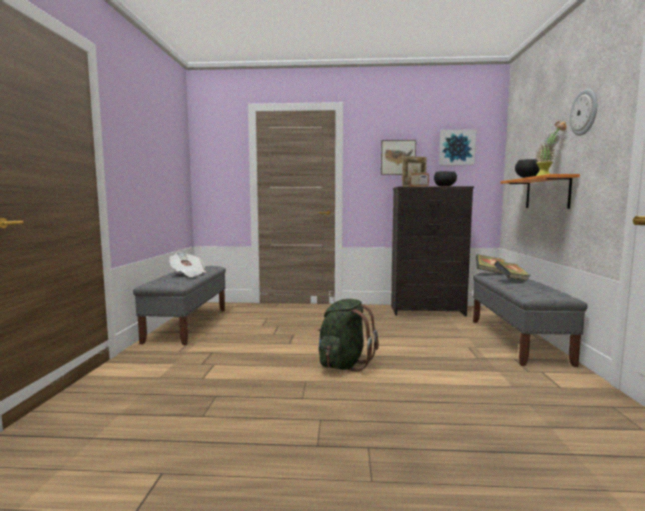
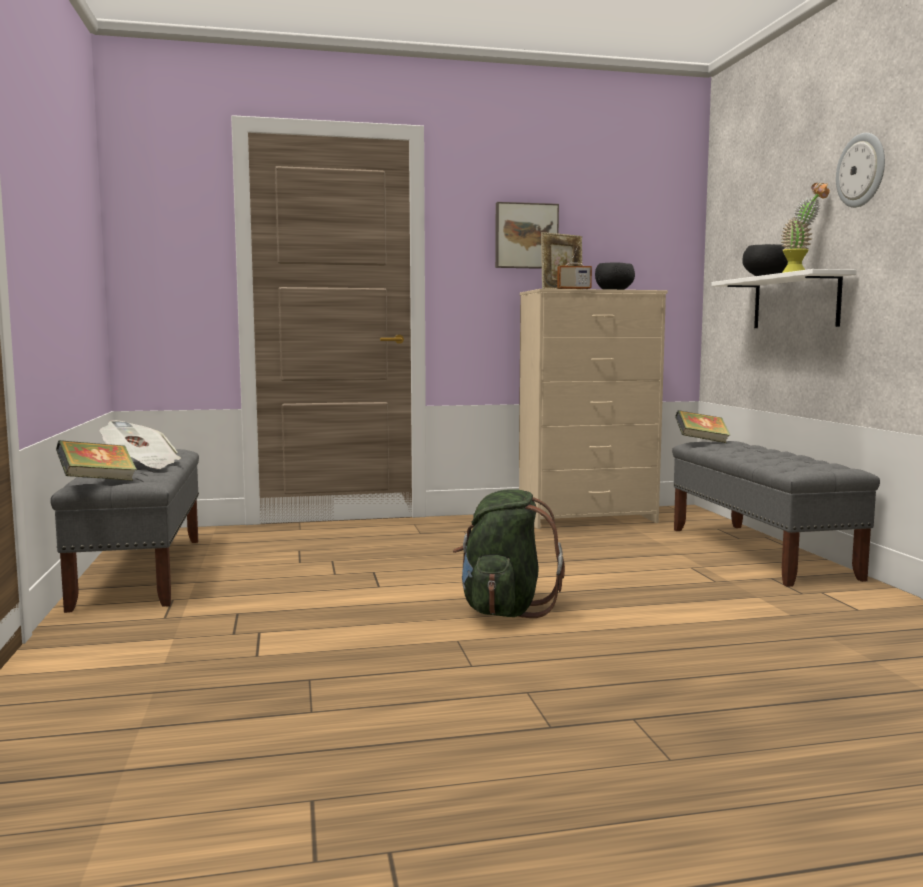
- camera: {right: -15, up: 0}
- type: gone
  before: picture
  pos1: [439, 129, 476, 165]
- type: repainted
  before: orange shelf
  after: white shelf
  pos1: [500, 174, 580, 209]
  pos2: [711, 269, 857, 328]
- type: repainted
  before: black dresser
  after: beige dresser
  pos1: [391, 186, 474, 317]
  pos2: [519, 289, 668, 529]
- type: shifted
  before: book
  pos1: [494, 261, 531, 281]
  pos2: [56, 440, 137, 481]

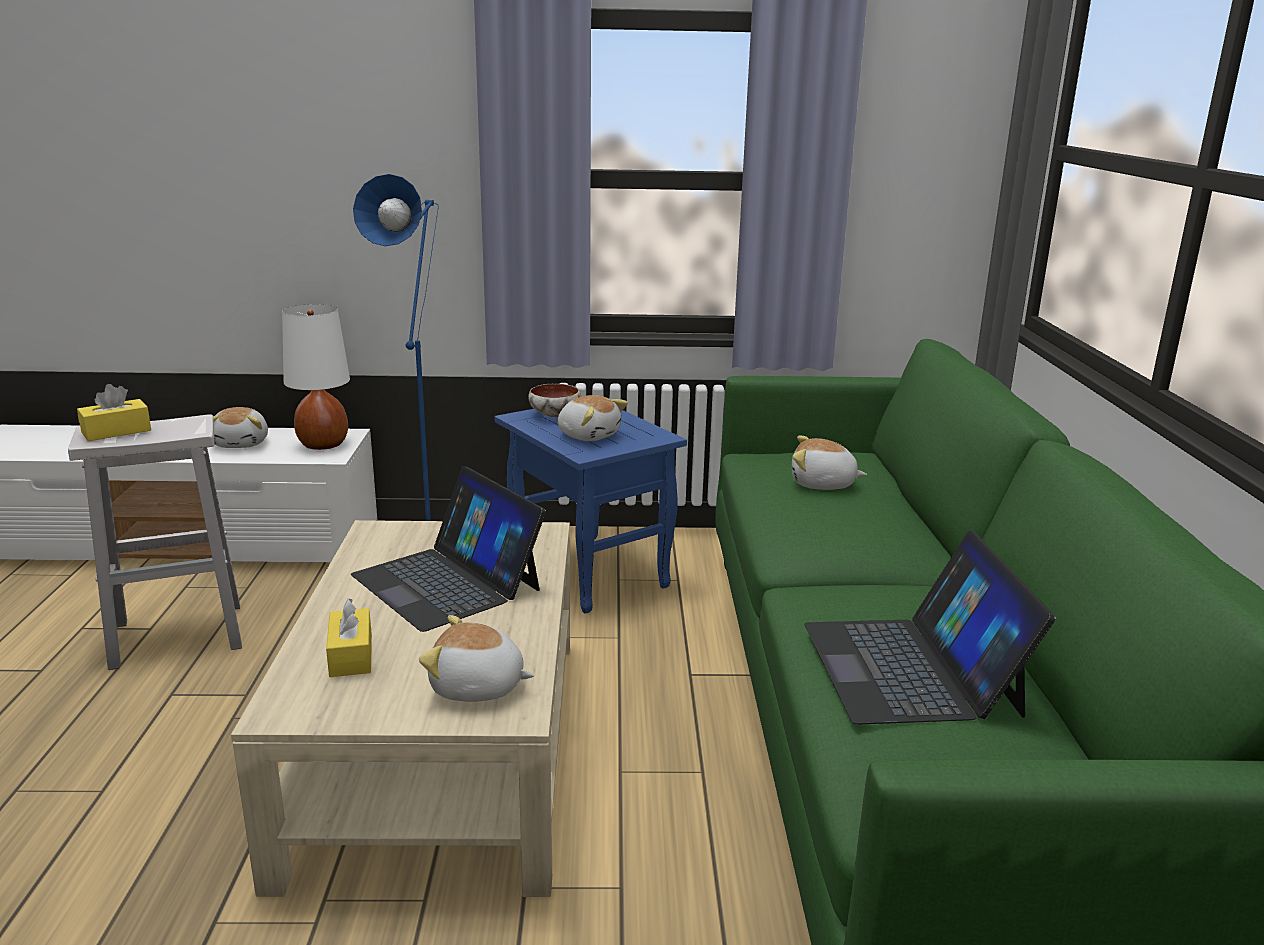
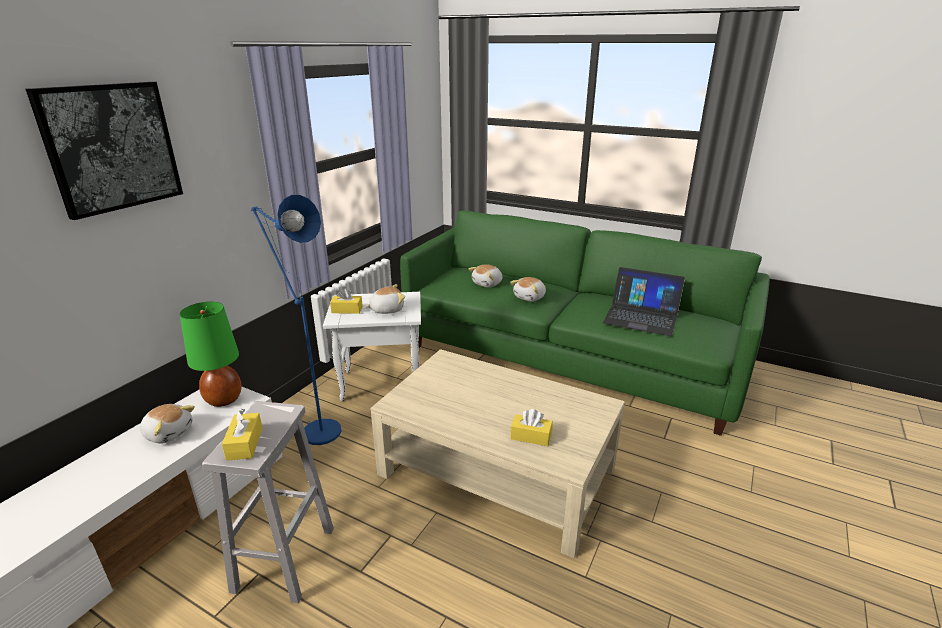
- camera: {right: -60, up: 5}
- type: repainted
  before: white table lamp
  after: green table lamp
  pos1: [282, 304, 350, 450]
  pos2: [180, 302, 242, 407]
- type: swapped
  before: bowl
  after: yellow tissue box
  pos1: [528, 384, 582, 417]
  pos2: [330, 288, 363, 314]
- type: repainted
  before: blue side table
  after: white side table
  pos1: [494, 409, 687, 613]
  pos2: [323, 292, 421, 401]
- type: gone
  before: laptop
  pos1: [351, 466, 546, 632]
- type: shifted
  before: plush toy
  pos1: [419, 615, 534, 702]
  pos2: [510, 277, 546, 302]
- type: new
  after: picture
  pos2: [25, 82, 183, 220]

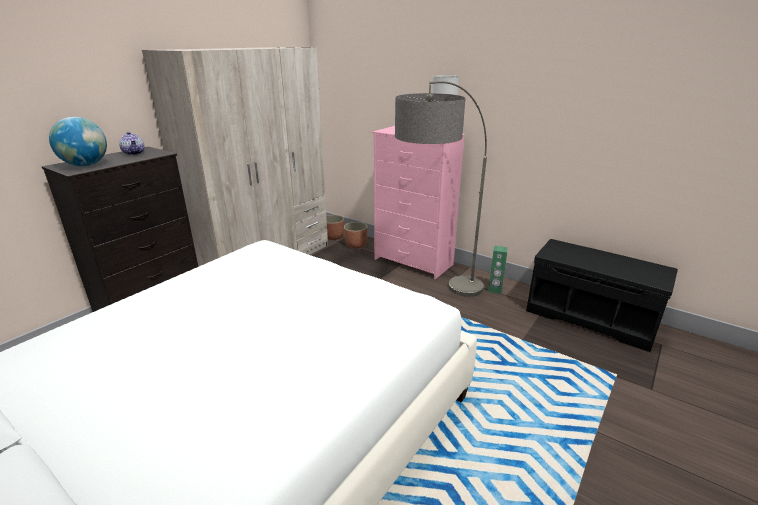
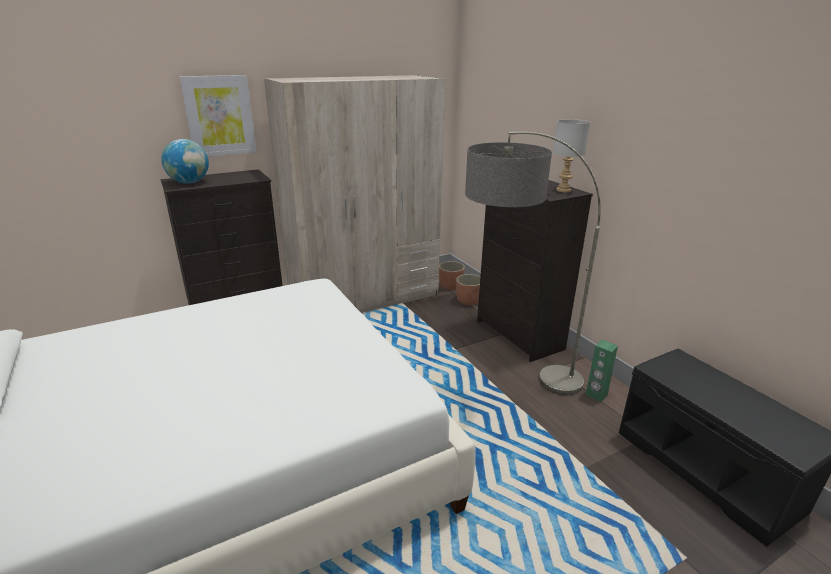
- camera: {right: 25, up: 0}
- type: repainted
  before: pink dresser
  after: black dresser
  pos1: [373, 126, 465, 279]
  pos2: [477, 180, 593, 362]
- type: gone
  before: teapot
  pos1: [119, 132, 145, 155]
- type: new
  after: picture
  pos2: [179, 75, 256, 157]

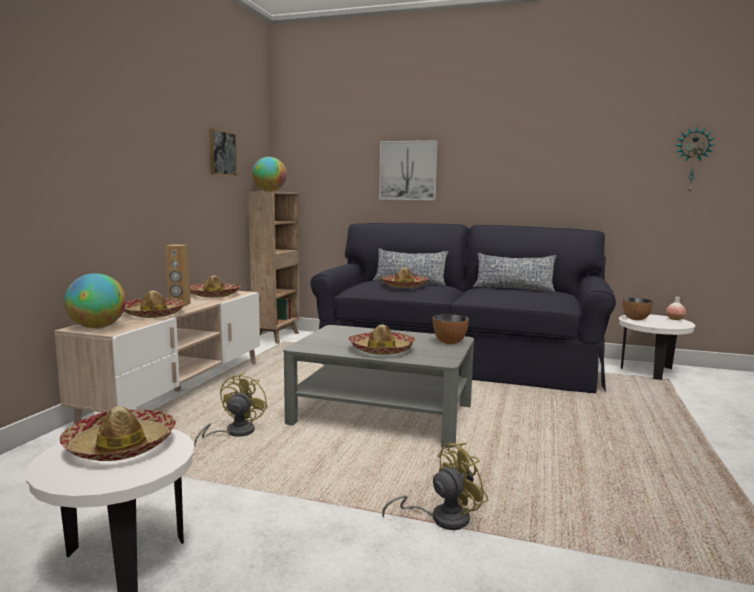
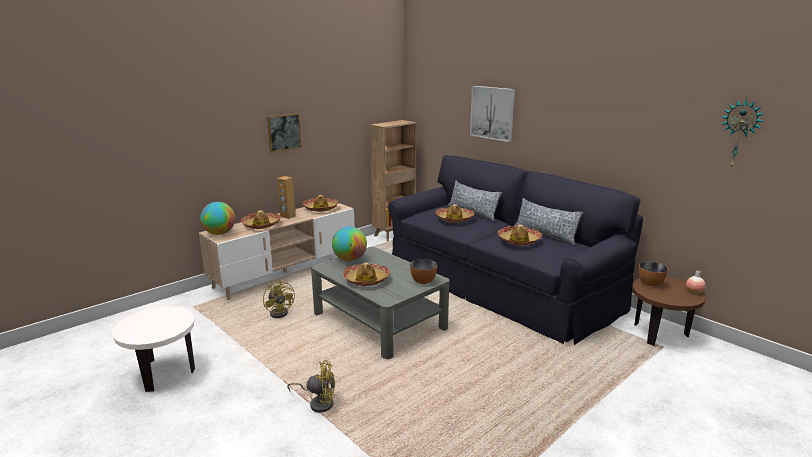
- camera: {right: 30, up: 10}
- type: shifted
  before: picture
  pos1: [209, 128, 238, 176]
  pos2: [267, 113, 302, 153]
- type: shifted
  before: globe
  pos1: [252, 157, 287, 191]
  pos2: [332, 226, 367, 261]
- type: repainted
  before: white side table
  after: brown side table
  pos1: [619, 314, 695, 380]
  pos2: [633, 277, 706, 346]
- type: rotated
  before: yellow fan
  pos1: [194, 373, 268, 446]
  pos2: [263, 280, 295, 318]
  turn: 105
- type: shifted
  before: hat
  pos1: [59, 406, 176, 461]
  pos2: [498, 224, 542, 246]

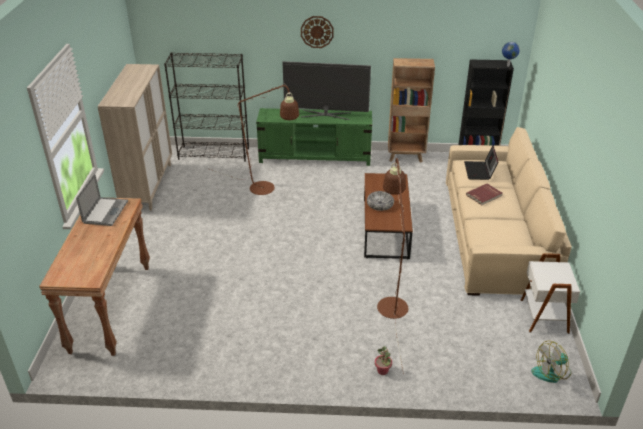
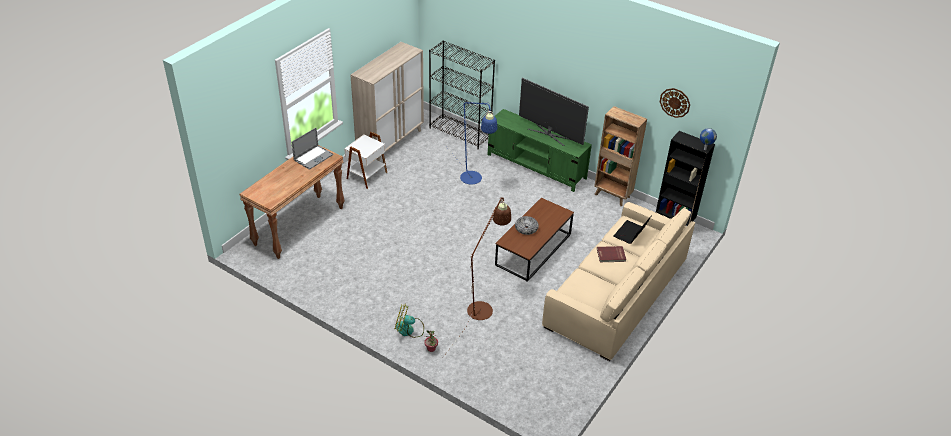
- camera: {right: 30, up: 5}
- type: shifted
  before: wall clock
  pos1: [301, 16, 334, 48]
  pos2: [660, 88, 690, 118]
- type: repainted
  before: brown floor lamp
  after: blue floor lamp
  pos1: [210, 84, 299, 195]
  pos2: [445, 102, 497, 184]
- type: shifted
  before: white side table
  pos1: [521, 253, 580, 334]
  pos2: [344, 132, 387, 189]
- type: shifted
  before: fan
  pos1: [531, 341, 571, 383]
  pos2: [394, 303, 424, 338]

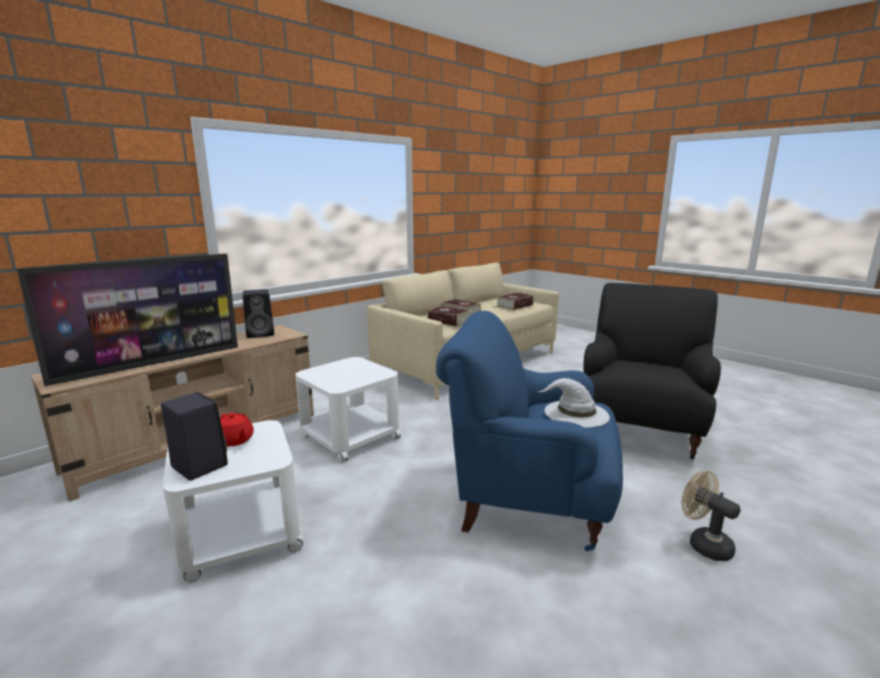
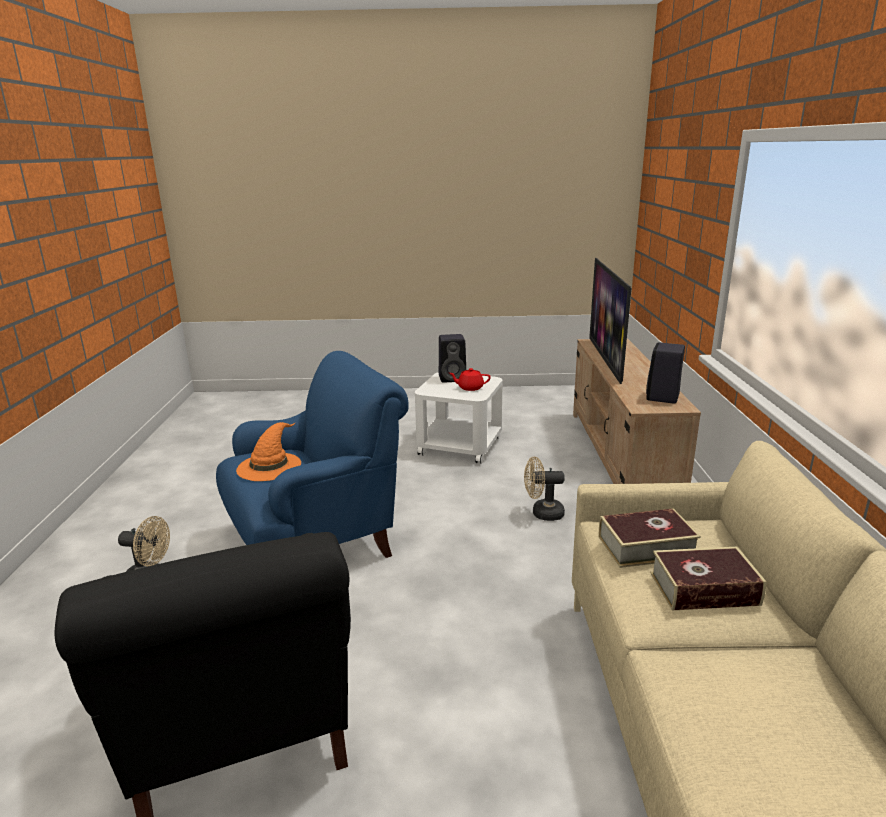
- camera: {right: 135, up: 5}
- type: gone
  before: book
  pos1: [496, 292, 534, 310]
- type: swapped
  before: white side table
  after: beige fan
  pos1: [295, 357, 401, 462]
  pos2: [524, 457, 565, 521]
- type: repainted
  before: white hat
  after: orange hat
  pos1: [538, 378, 610, 428]
  pos2: [236, 422, 301, 481]

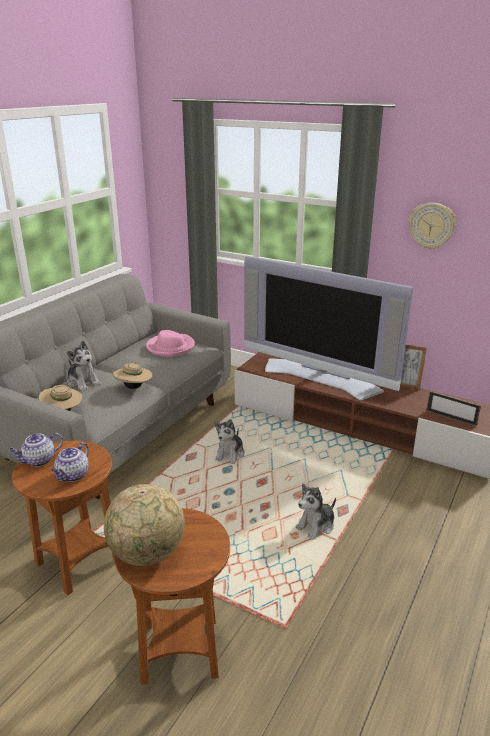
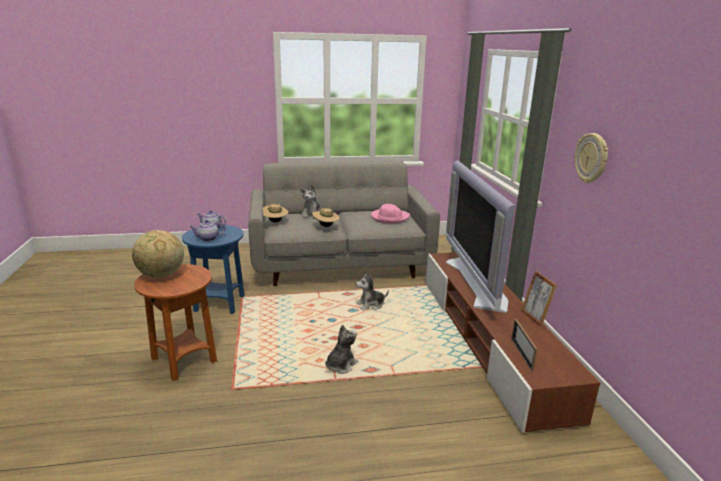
- camera: {right: 50, up: -5}
- type: repainted
  before: brown side table
  after: blue side table
  pos1: [12, 441, 114, 595]
  pos2: [182, 225, 245, 314]
- type: rotated
  before: plush toy
  pos1: [295, 483, 336, 540]
  pos2: [325, 324, 359, 374]
  turn: 120

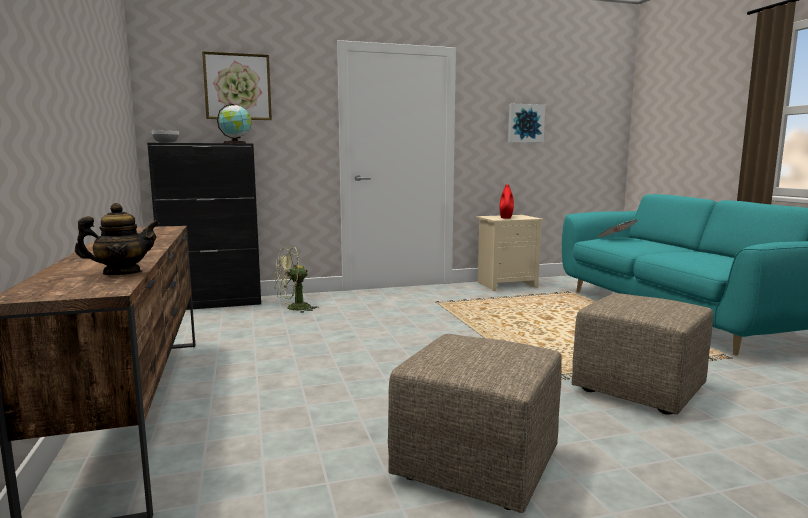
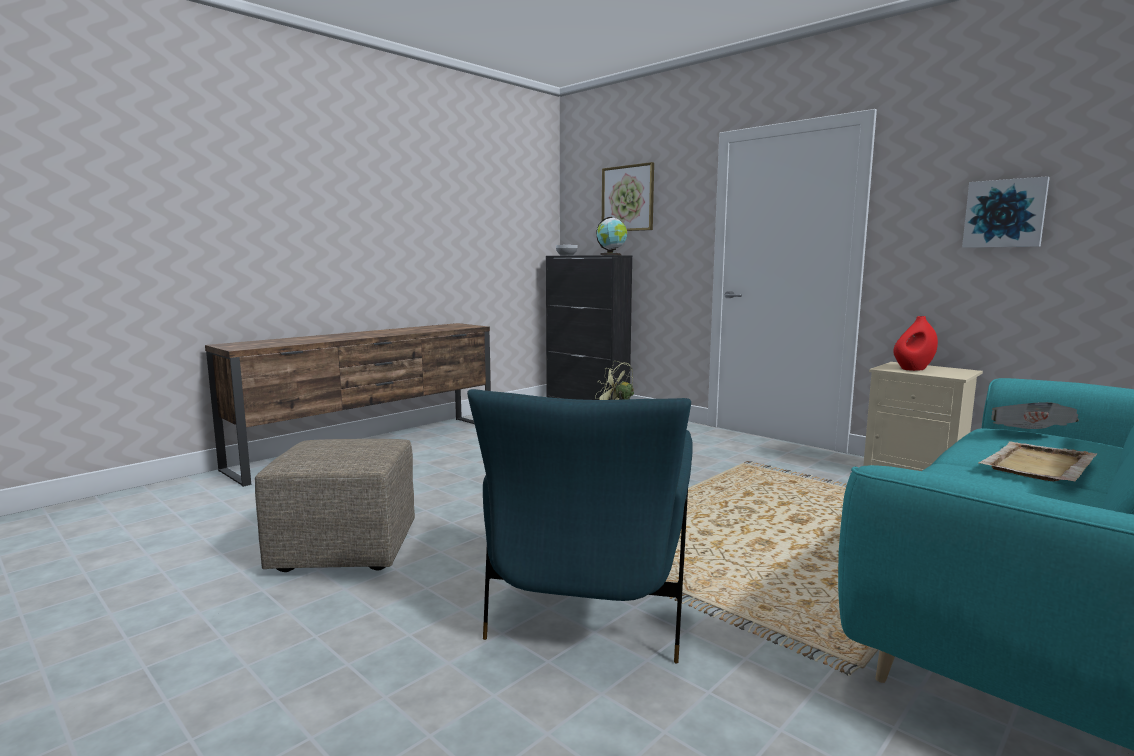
- camera: {right: 60, up: 0}
- type: gone
  before: teapot
  pos1: [75, 203, 160, 275]
- type: swapped
  before: beige ottoman
  after: blue armchair
  pos1: [572, 293, 713, 415]
  pos2: [467, 389, 693, 663]
- type: new
  after: beige tray
  pos2: [978, 442, 1098, 481]

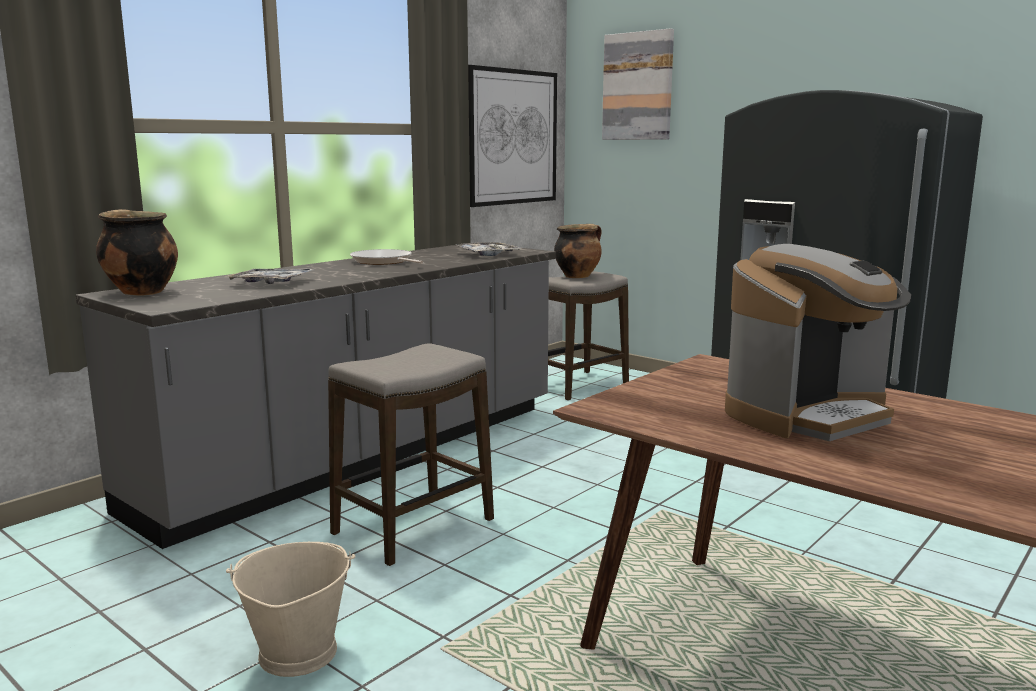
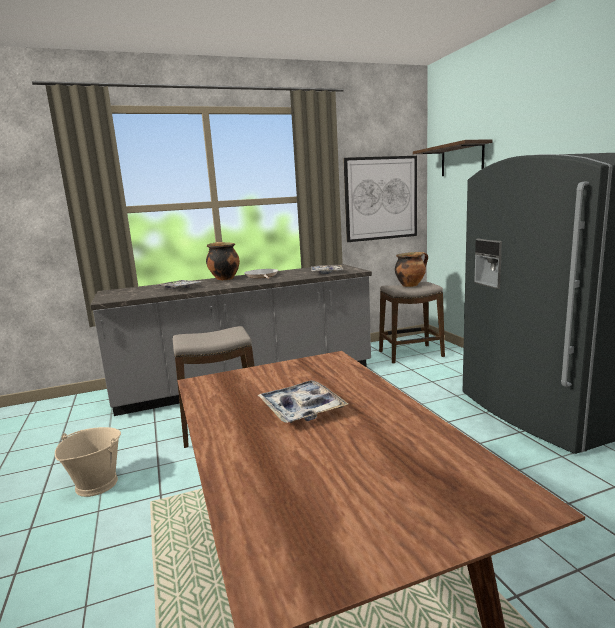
- camera: {right: 30, up: 0}
- type: swapped
  before: picture
  after: shelf
  pos1: [602, 28, 674, 140]
  pos2: [413, 139, 493, 176]
- type: shifted
  before: cooking pot
  pos1: [96, 209, 178, 295]
  pos2: [206, 242, 240, 280]
- type: swapped
  before: coffee machine
  after: tray
  pos1: [725, 244, 911, 441]
  pos2: [258, 380, 348, 423]

